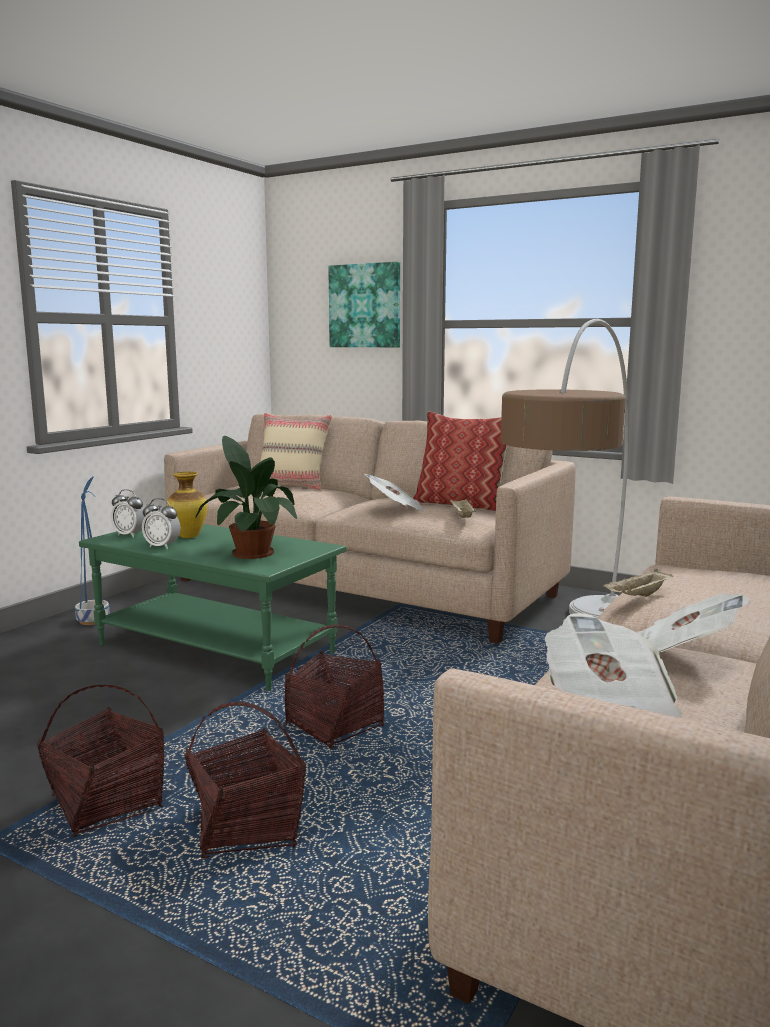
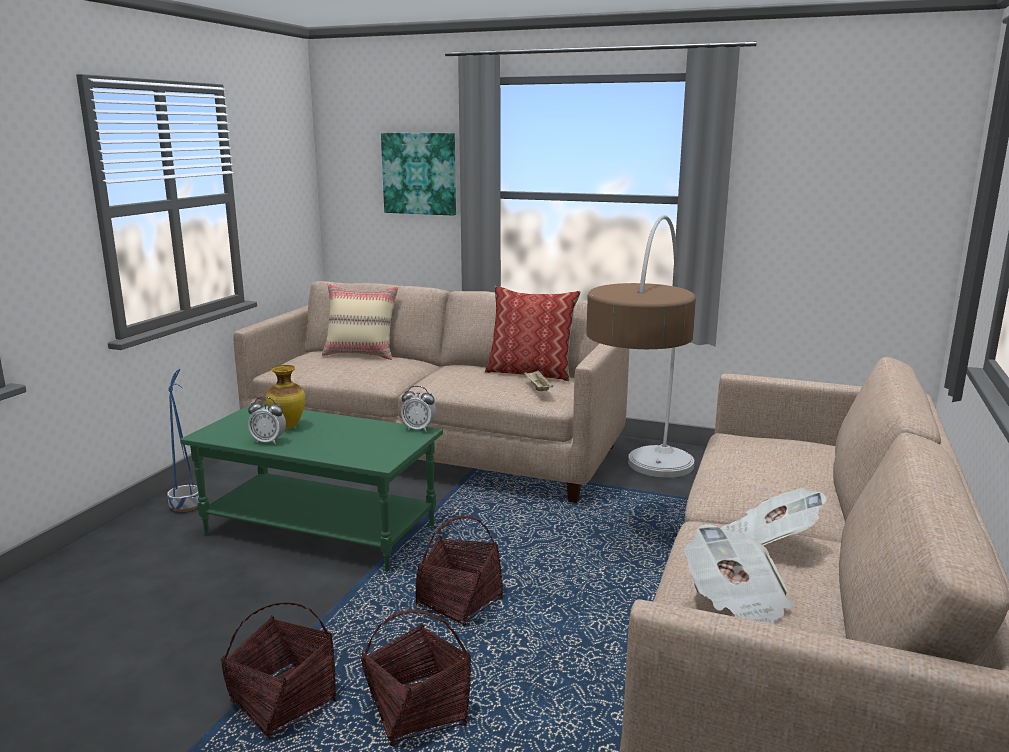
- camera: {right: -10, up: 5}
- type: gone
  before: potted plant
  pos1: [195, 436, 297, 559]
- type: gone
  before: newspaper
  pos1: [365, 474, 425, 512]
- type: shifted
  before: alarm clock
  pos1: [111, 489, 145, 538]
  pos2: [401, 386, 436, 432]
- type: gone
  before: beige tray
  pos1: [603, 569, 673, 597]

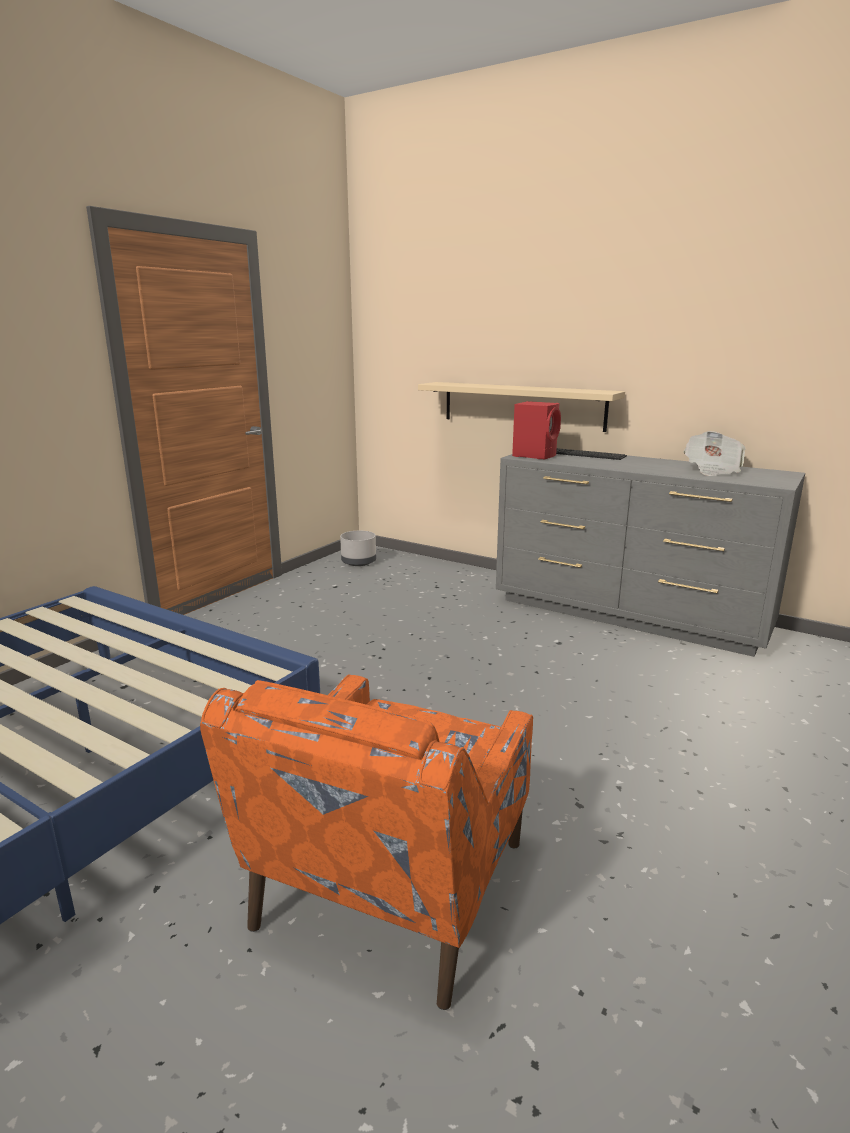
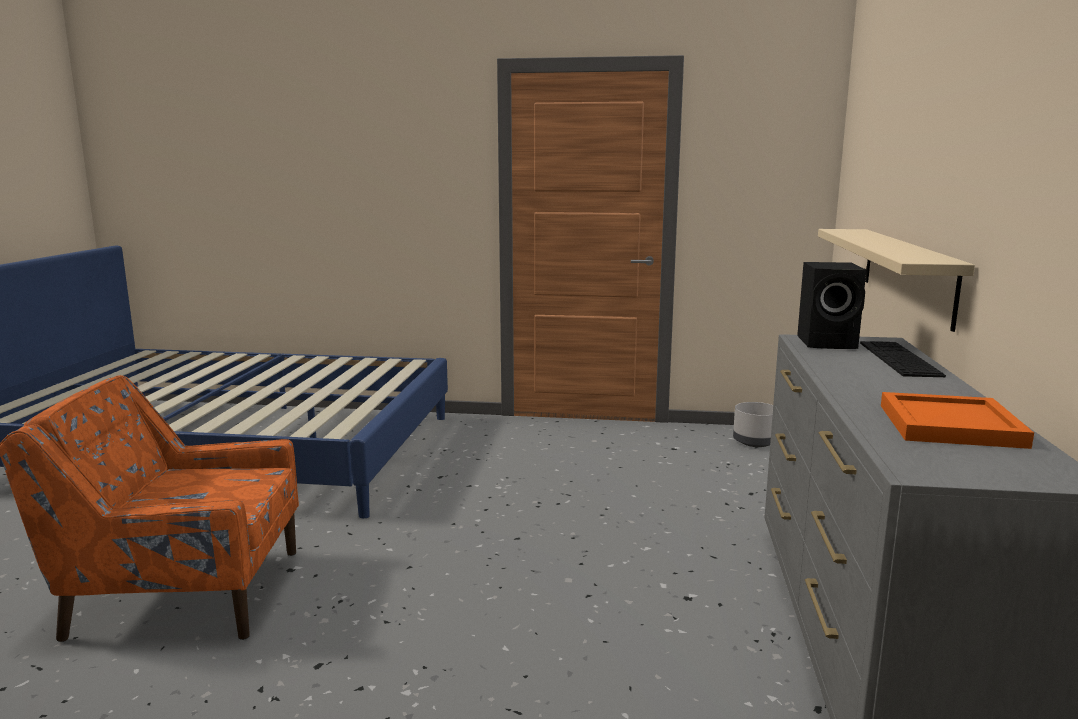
- camera: {right: 65, up: -5}
- type: repainted
  before: red speaker
  after: black speaker
  pos1: [512, 401, 561, 460]
  pos2: [797, 262, 866, 349]
- type: swapped
  before: newspaper
  after: orange tray
  pos1: [684, 431, 746, 476]
  pos2: [881, 392, 1034, 449]

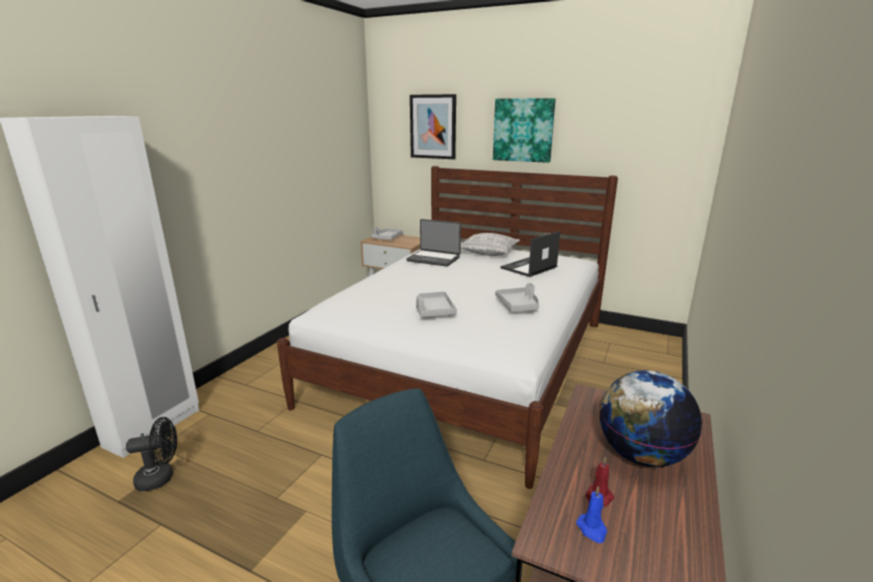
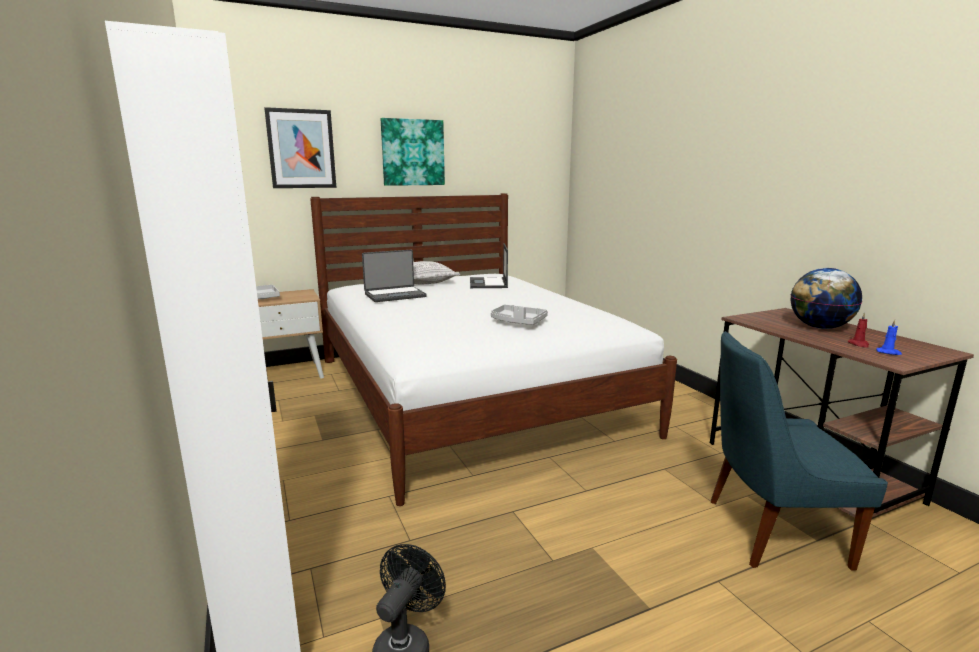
- camera: {right: -50, up: -5}
- type: gone
  before: grey tray
  pos1: [495, 283, 539, 312]

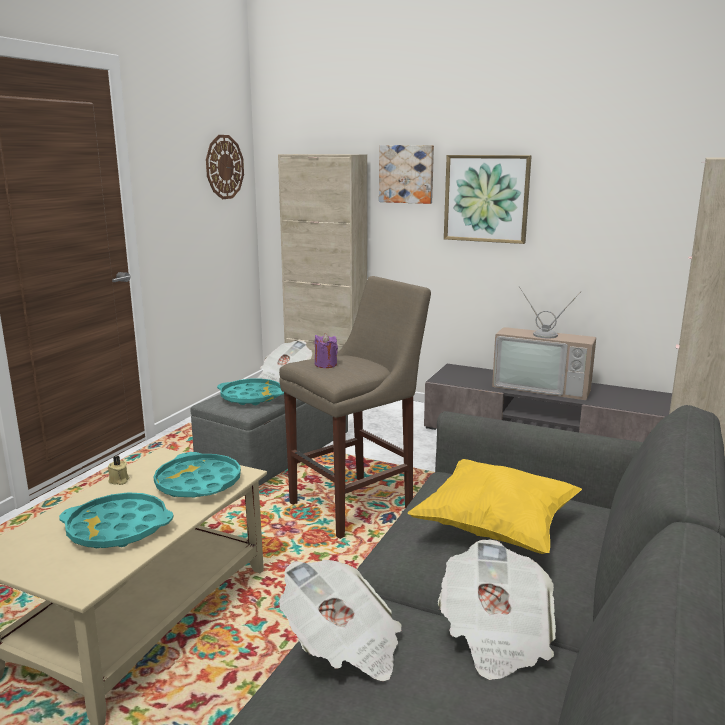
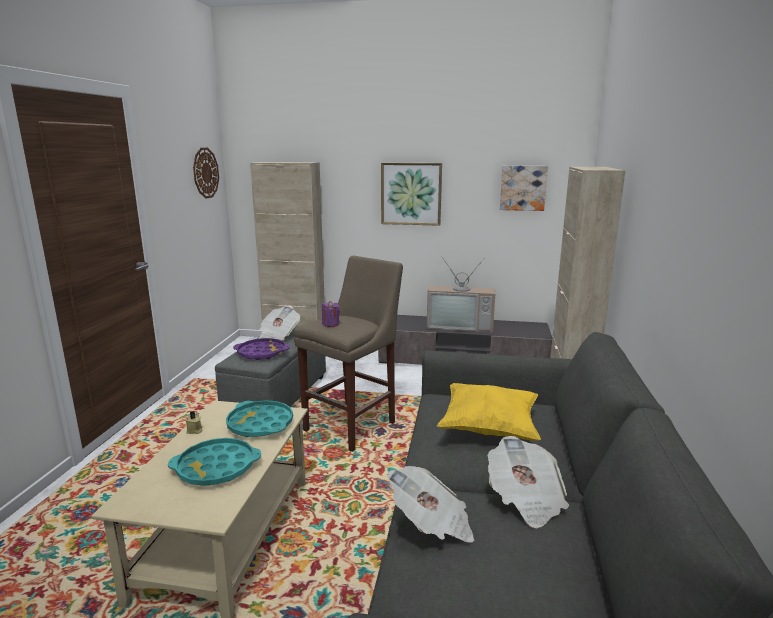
- camera: {right: -15, up: 0}
- type: shifted
  before: picture
  pos1: [379, 145, 434, 204]
  pos2: [500, 166, 548, 211]
- type: repainted
  before: turquoise tray
  after: purple tray
  pos1: [217, 378, 284, 405]
  pos2: [233, 338, 290, 360]

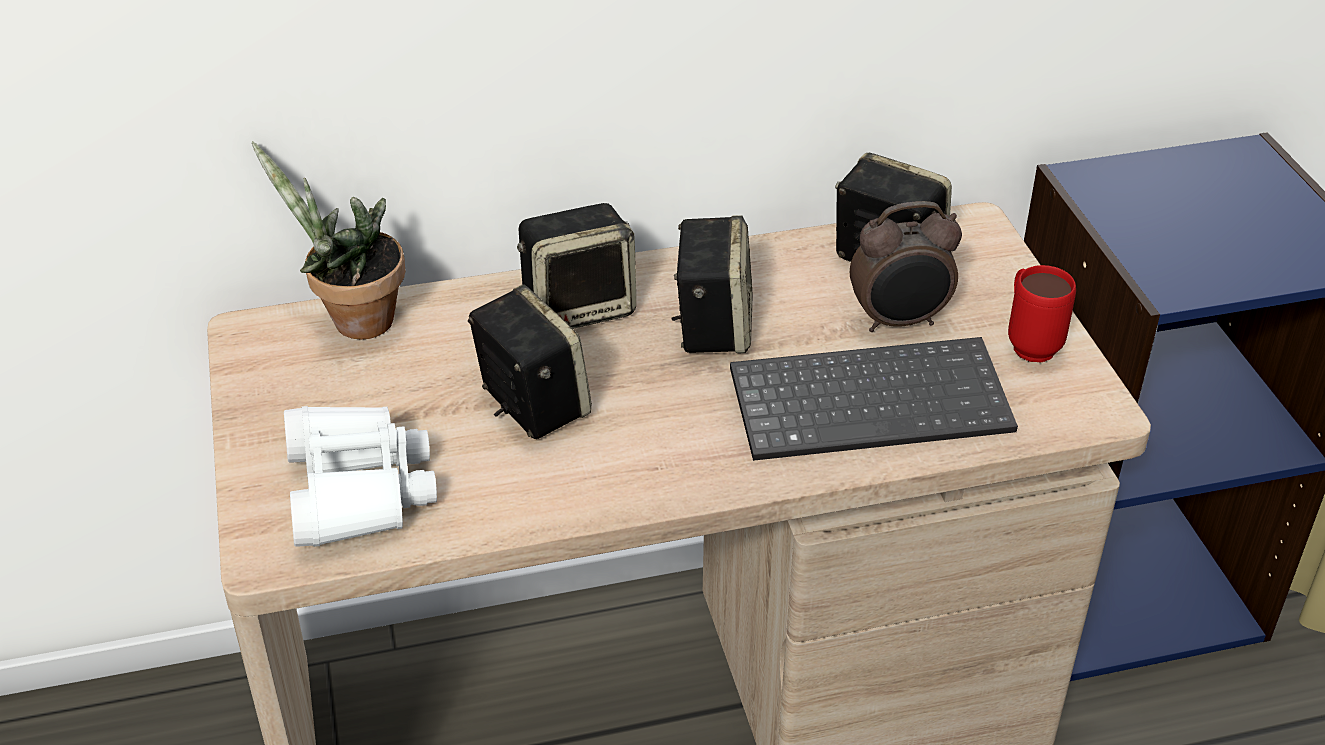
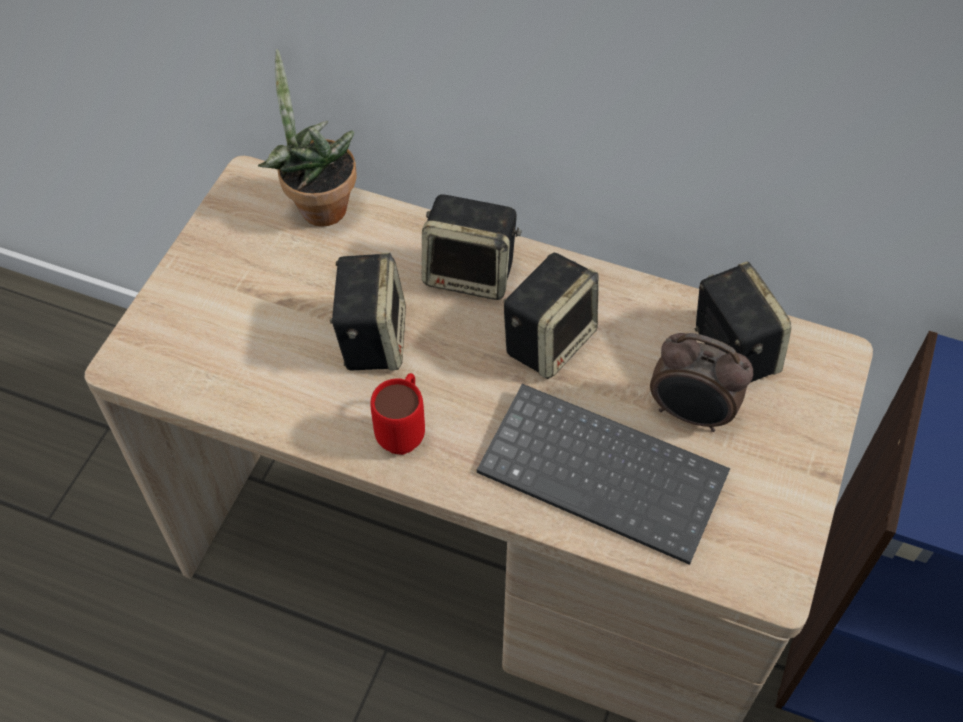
- camera: {right: 35, up: 15}
- type: shifted
  before: red mug
  pos1: [1008, 265, 1076, 362]
  pos2: [370, 373, 425, 455]
- type: gone
  before: white binoculars
  pos1: [284, 406, 437, 547]

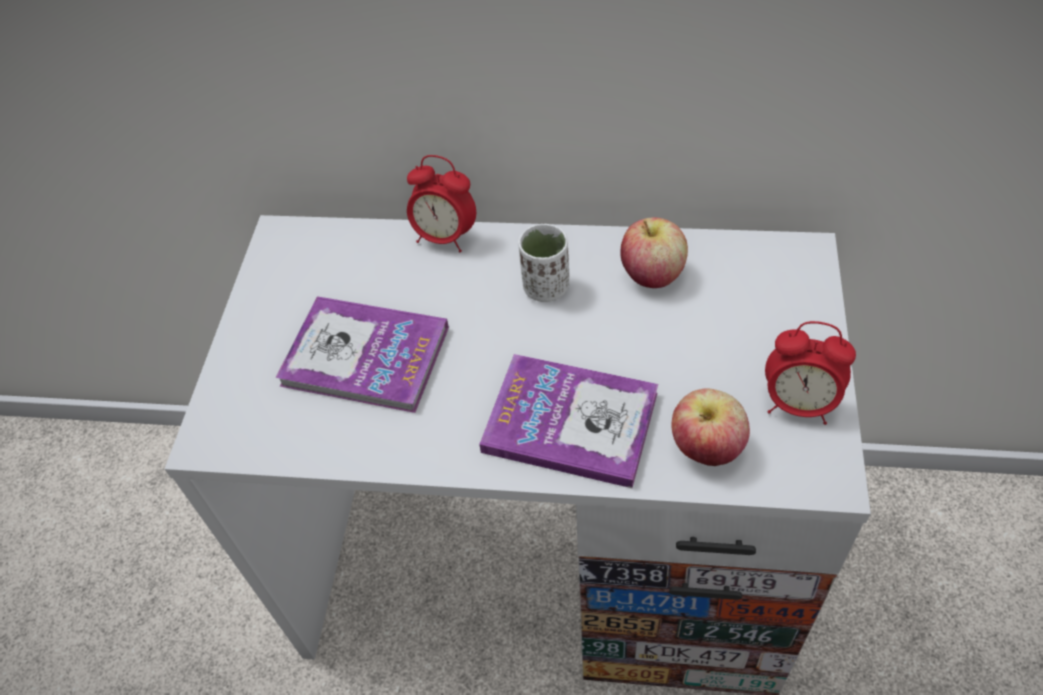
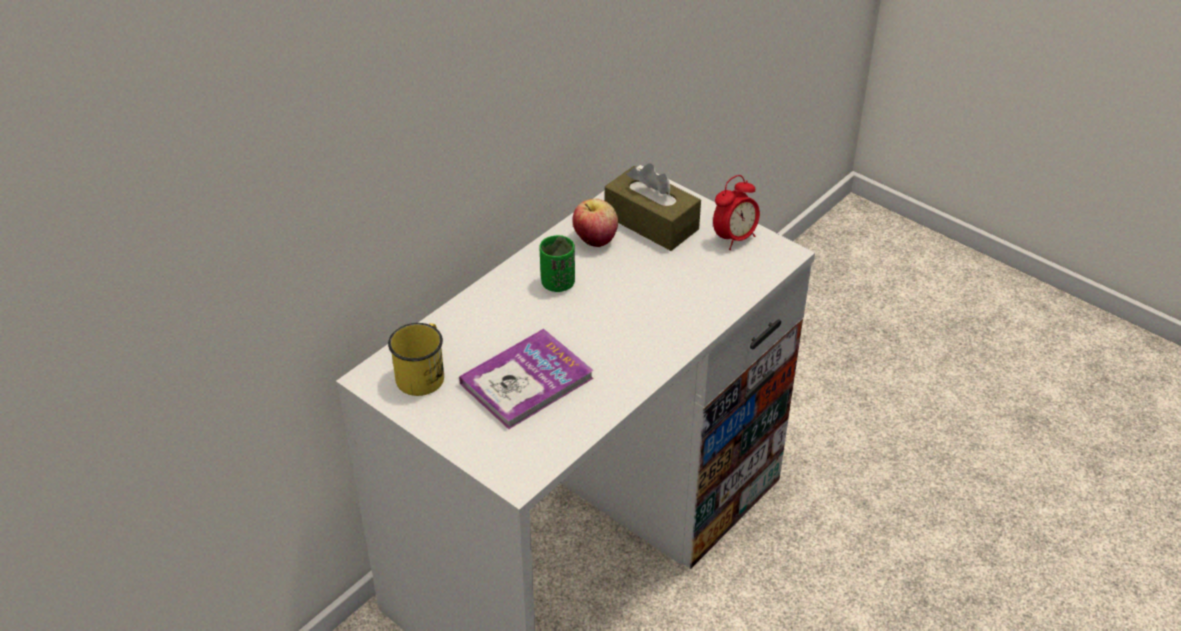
- camera: {right: -60, up: -10}
- type: gone
  before: alarm clock
  pos1: [407, 155, 476, 252]
- type: repainted
  before: white cup
  after: green cup
  pos1: [518, 224, 569, 302]
  pos2: [539, 235, 575, 292]
- type: gone
  before: book
  pos1: [479, 354, 658, 488]
- type: gone
  before: apple
  pos1: [672, 388, 750, 466]
- type: new
  after: brown tissue box
  pos2: [605, 163, 701, 251]
- type: new
  after: yellow mug
  pos2: [388, 323, 444, 396]

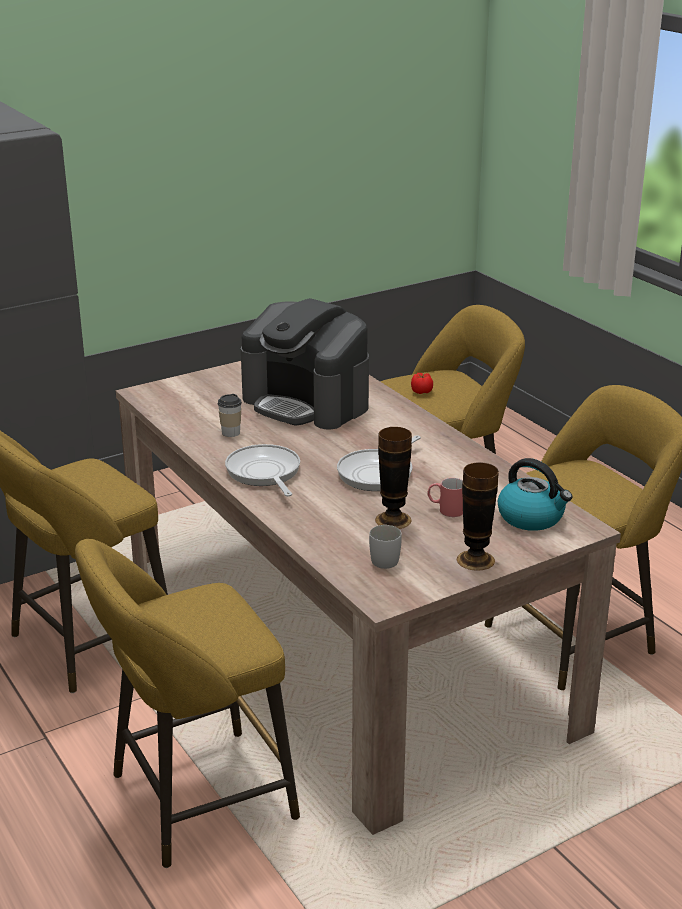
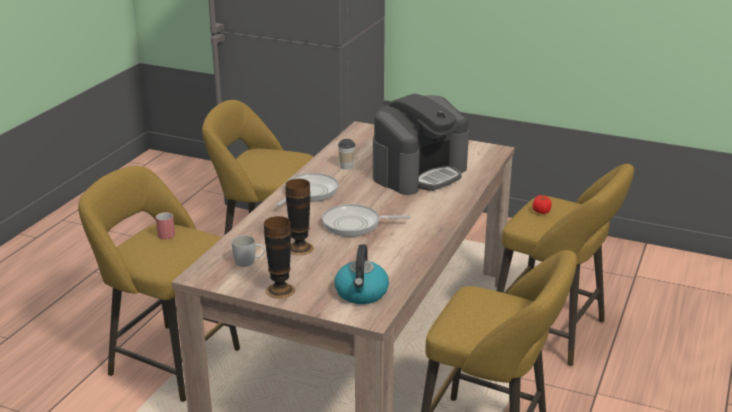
- camera: {right: 55, up: 0}
- type: rotated
  before: coffee machine
  pos1: [241, 298, 369, 429]
  pos2: [373, 94, 469, 195]
  turn: -135
- type: shifted
  before: red mug
  pos1: [427, 478, 463, 517]
  pos2: [156, 212, 175, 239]

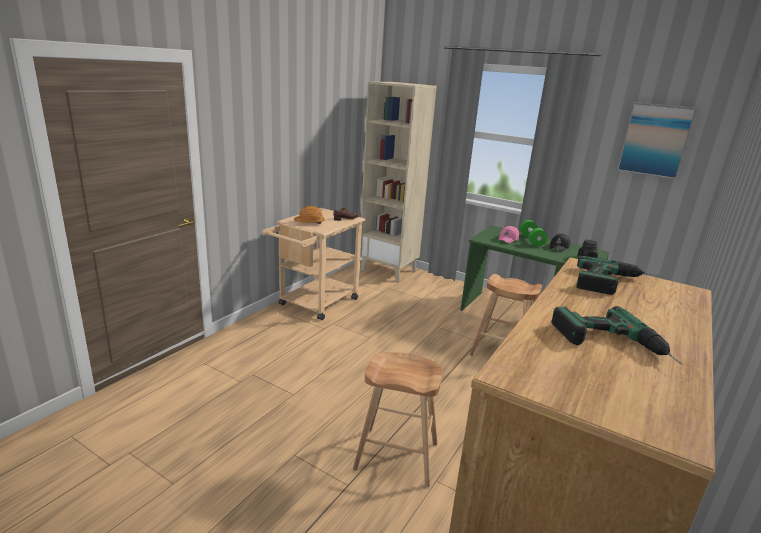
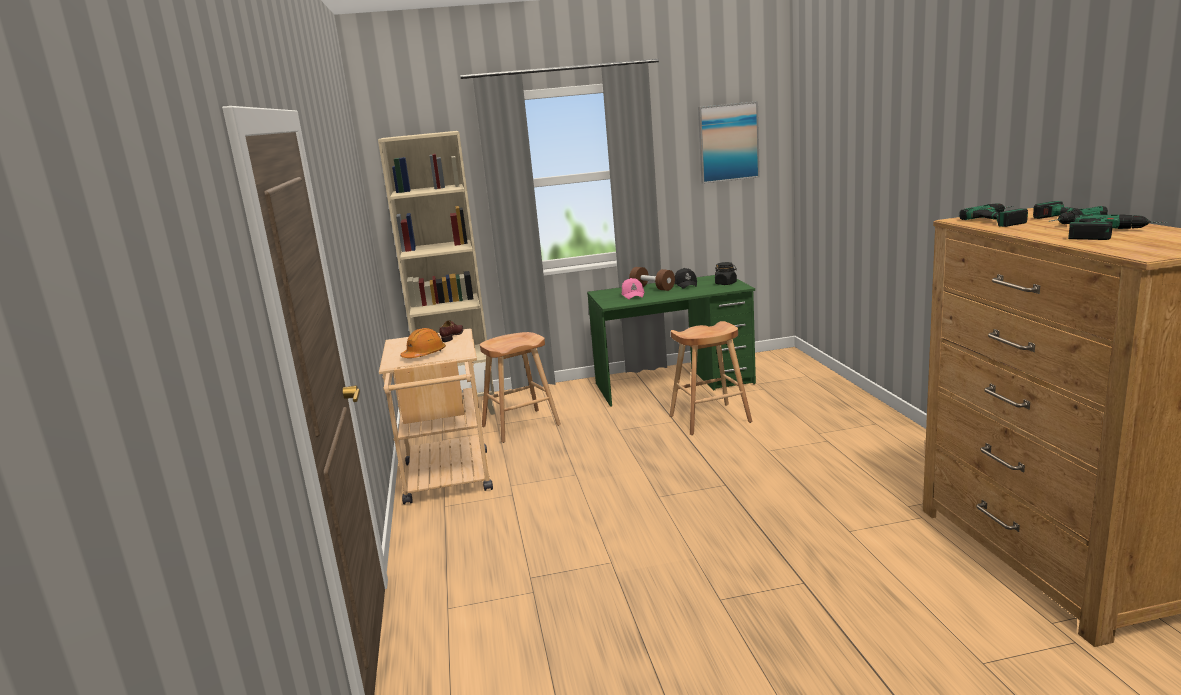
- camera: {right: -40, up: -5}
- type: repainted
  before: green dumbbell
  after: brown dumbbell
  pos1: [520, 220, 547, 246]
  pos2: [629, 267, 675, 291]
- type: shifted
  before: brown stool
  pos1: [353, 352, 442, 487]
  pos2: [480, 332, 561, 443]
- type: new
  after: power drill
  pos2: [1033, 201, 1108, 224]

